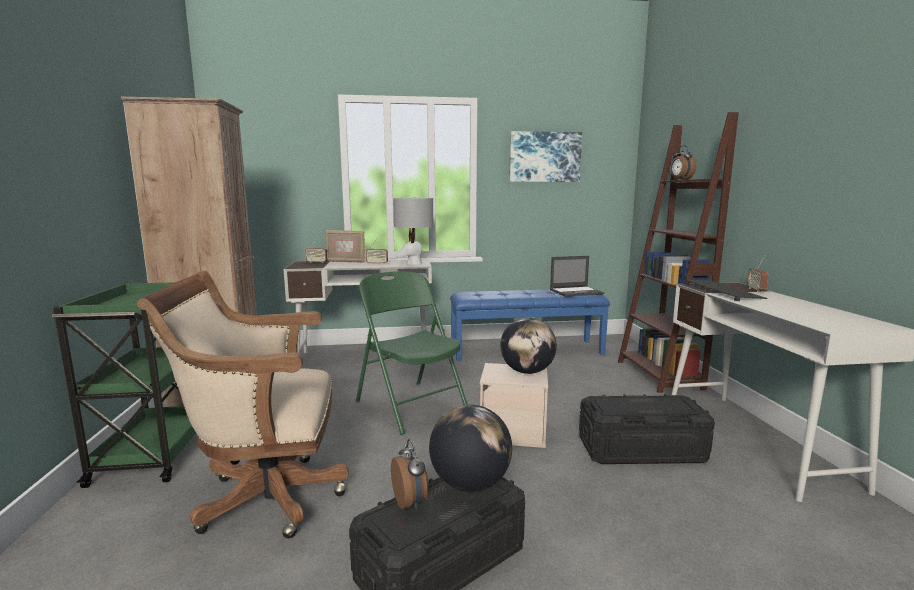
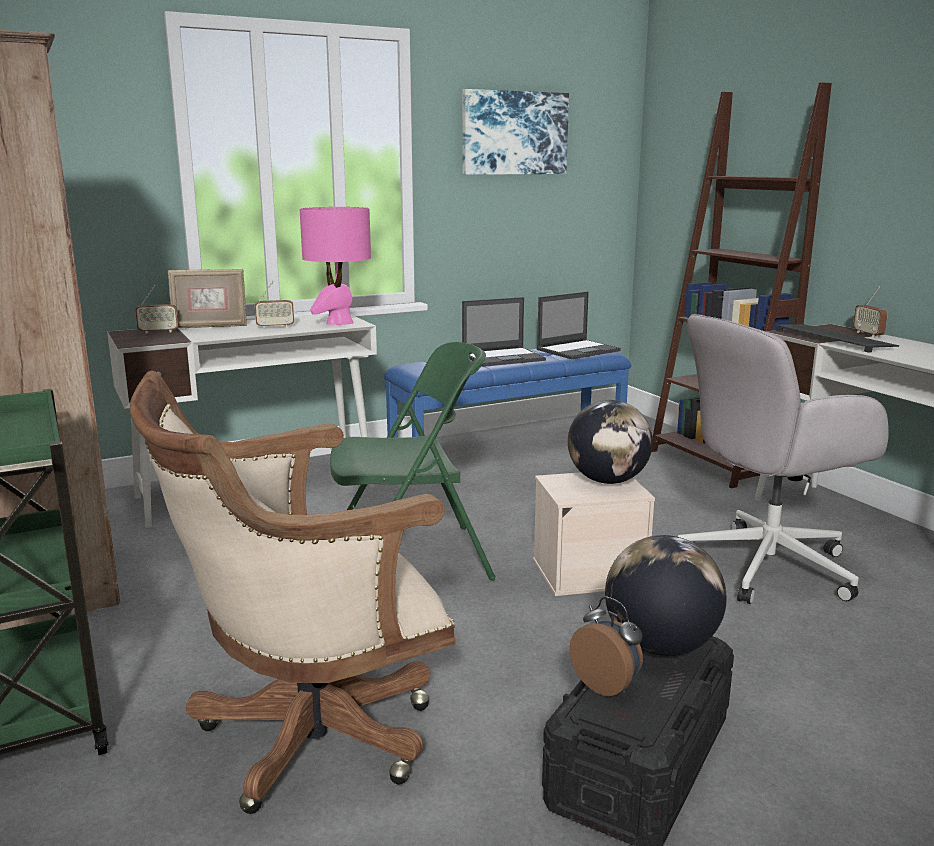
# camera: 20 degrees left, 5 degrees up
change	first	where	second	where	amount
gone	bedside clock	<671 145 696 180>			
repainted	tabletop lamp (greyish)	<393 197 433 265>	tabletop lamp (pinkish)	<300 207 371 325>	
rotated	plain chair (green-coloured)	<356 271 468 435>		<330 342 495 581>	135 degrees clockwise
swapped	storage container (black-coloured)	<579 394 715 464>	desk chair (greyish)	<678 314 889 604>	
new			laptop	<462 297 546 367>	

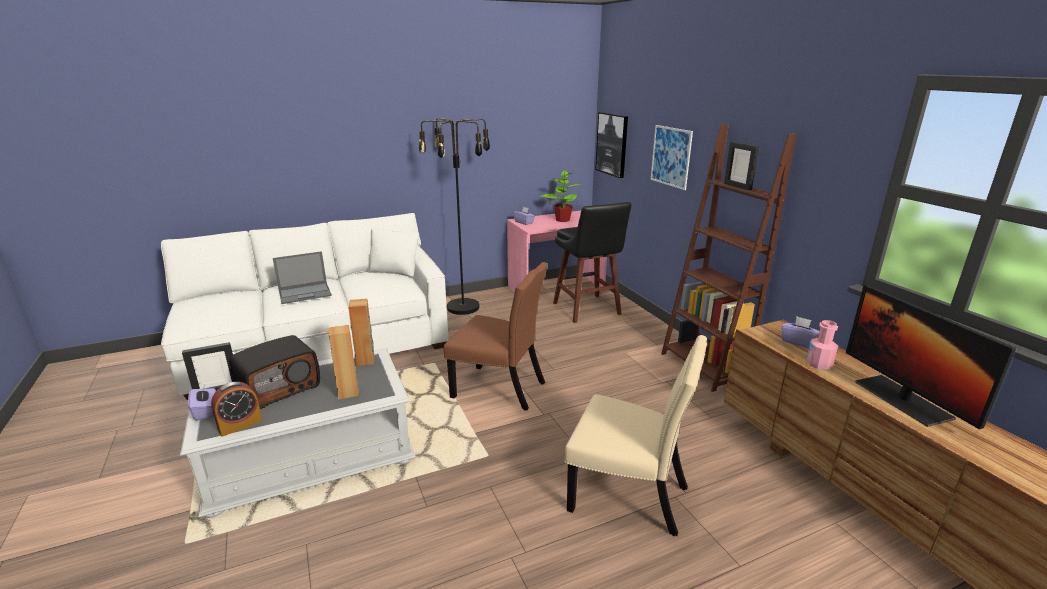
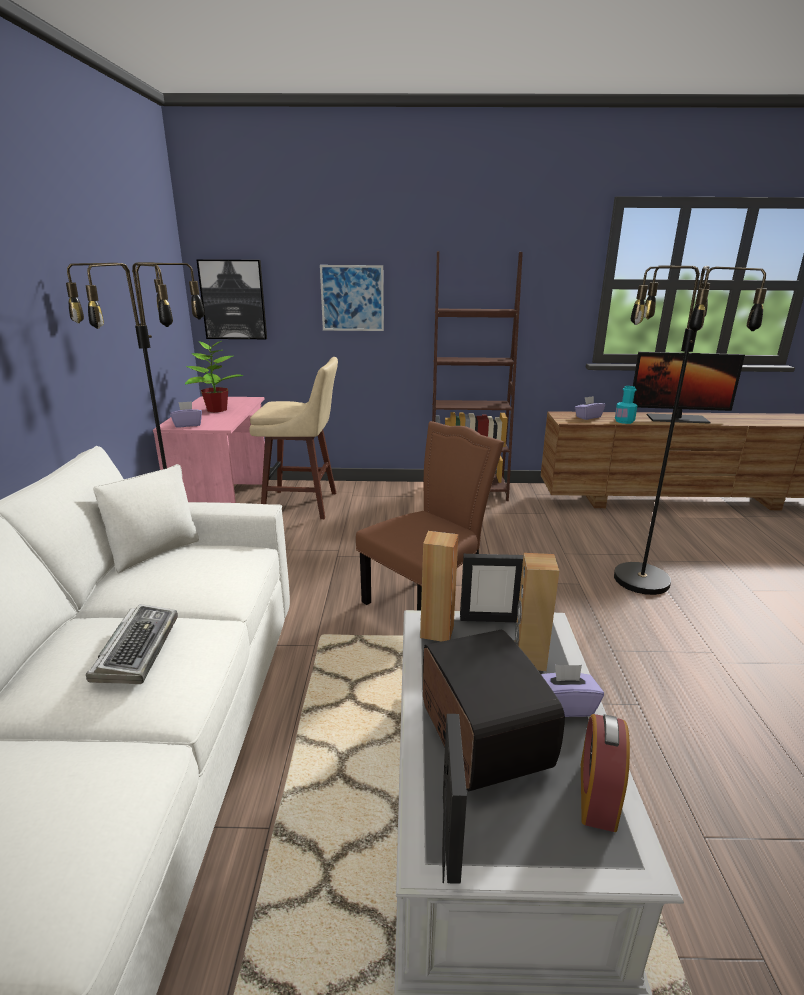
# camera: 65 degrees left, 0 degrees up
change	first	where	second	where	amount
shifted	photo frame	<724 142 759 191>		<460 554 523 622>	
repainted	stool (black-coloured)	<553 202 632 323>	stool (beige)	<249 357 338 519>	
swapped	laptop	<273 251 332 304>	PC keyboard	<86 604 178 684>	
repainted	bottle (pinkish)	<806 320 838 370>	bottle (blue-green)	<615 386 638 424>	
swapped	plain chair (beige)	<564 335 707 536>	standard lamp	<614 265 767 595>	
rotated	bedside clock	<211 382 263 437>		<581 714 630 832>	150 degrees counterclockwise
shifted	tissue holder (purple)	<188 385 216 421>		<541 664 604 717>	

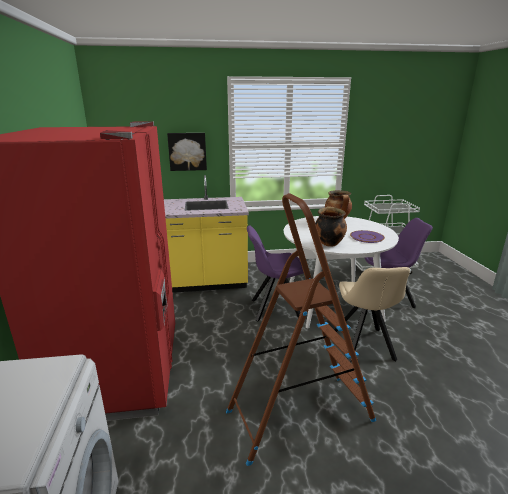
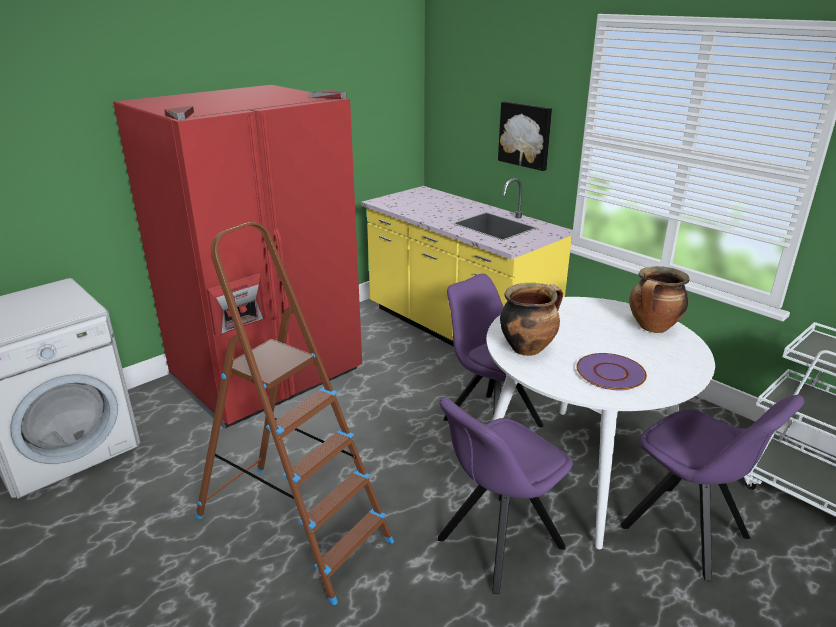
# camera: 55 degrees right, 5 degrees up
change	first	where	second	where	amount
repainted	plain chair (beige)	<334 267 410 363>	plain chair (purple)	<438 397 573 594>	

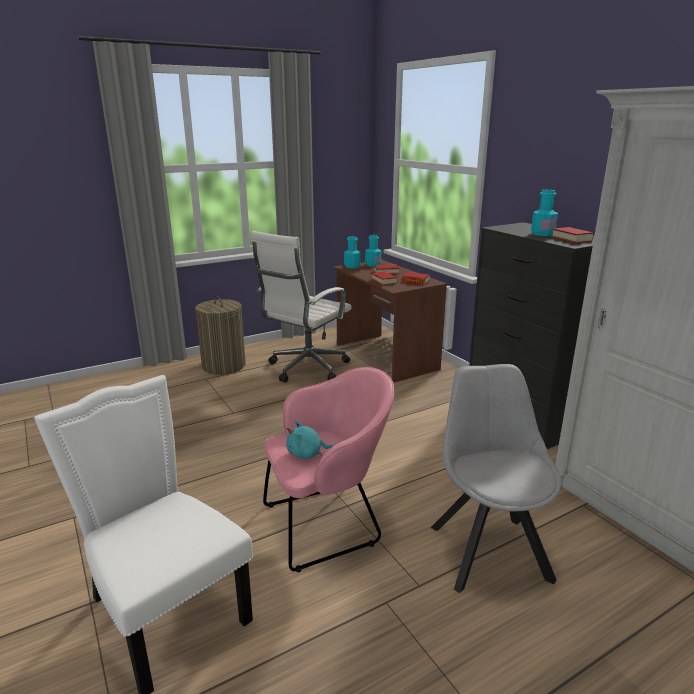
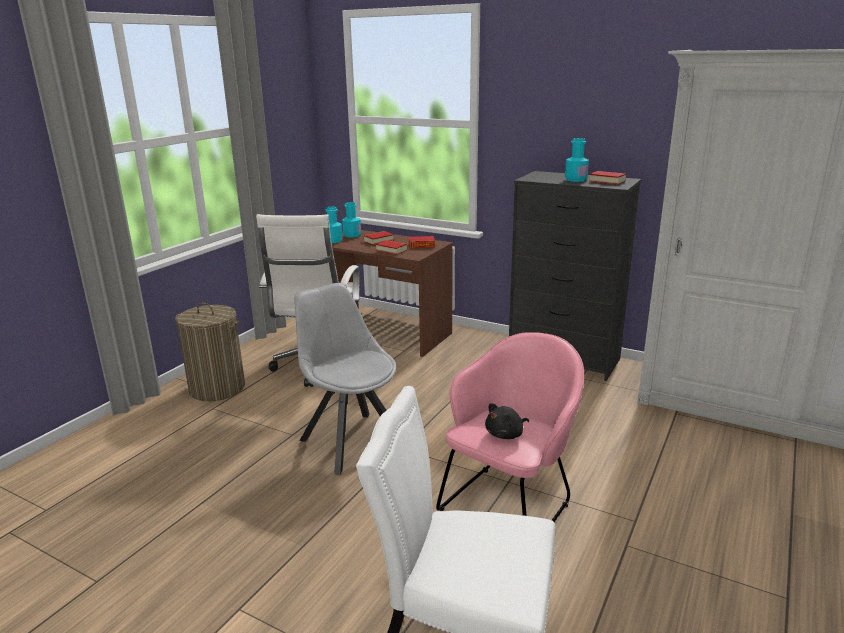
# camera: 30 degrees left, 0 degrees up
change	first	where	second	where	amount
shifted	plain chair (greyish)	<431 364 561 593>		<294 283 396 475>	
repainted	soft toy (blue-green)	<286 420 334 459>	soft toy (black-coloured)	<485 403 529 439>	

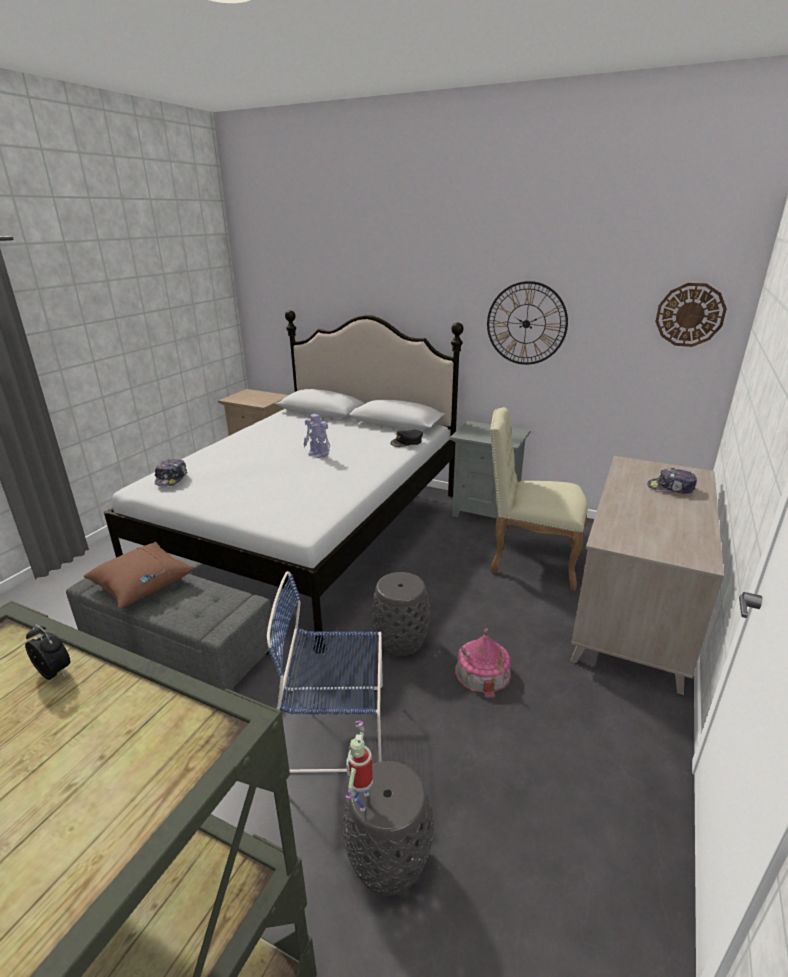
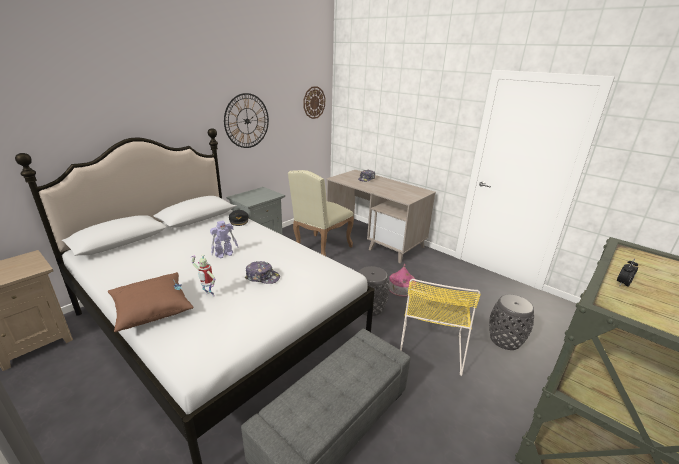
# camera: 75 degrees left, 0 degrees up
change	first	where	second	where	amount
shifted	baseball cap	<155 459 187 486>		<245 261 280 284>	
shifted	cushion (brown-coloured)	<84 542 195 609>		<108 272 194 332>	
repainted	plain chair (blue)	<267 571 383 773>	plain chair (yellow-coloured)	<400 279 481 376>	
shifted	toy robot	<346 721 373 812>		<191 254 216 297>	

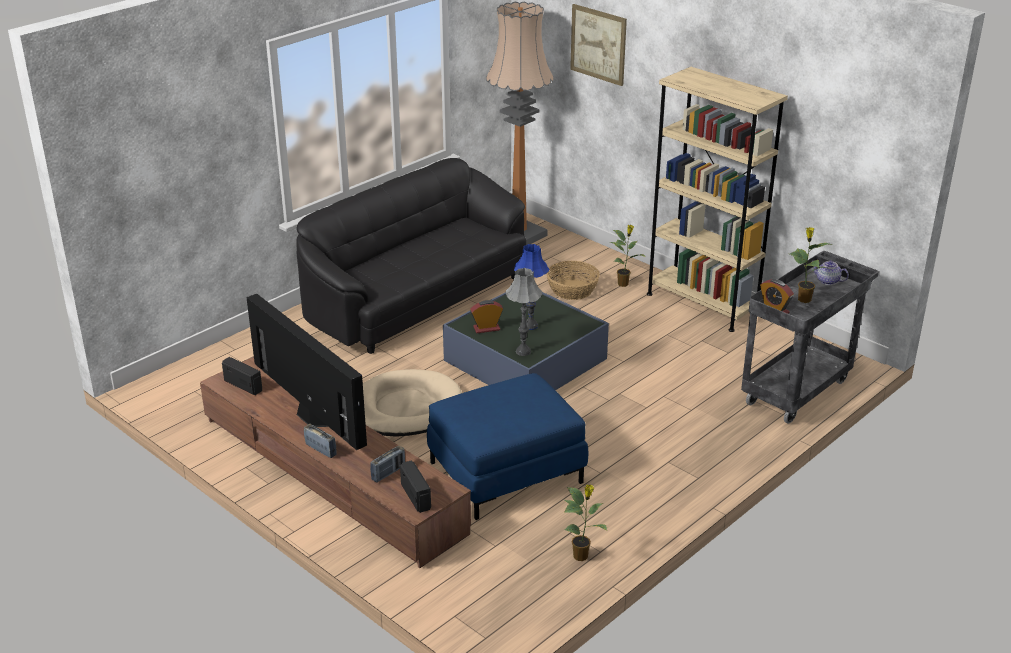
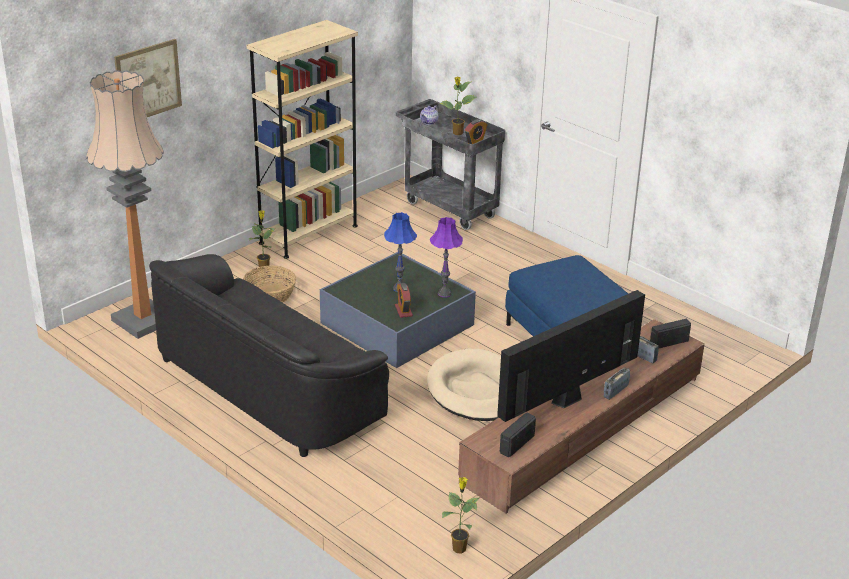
# camera: 90 degrees left, 0 degrees up
change	first	where	second	where	amount
repainted	tabletop lamp (greyish)	<506 268 542 356>	tabletop lamp (purple)	<430 217 463 298>	
shifted	houseplant	<564 484 607 561>		<442 477 480 554>	

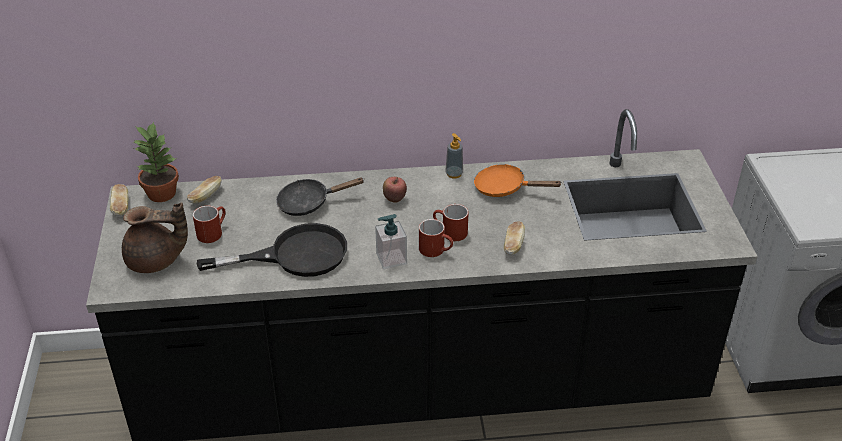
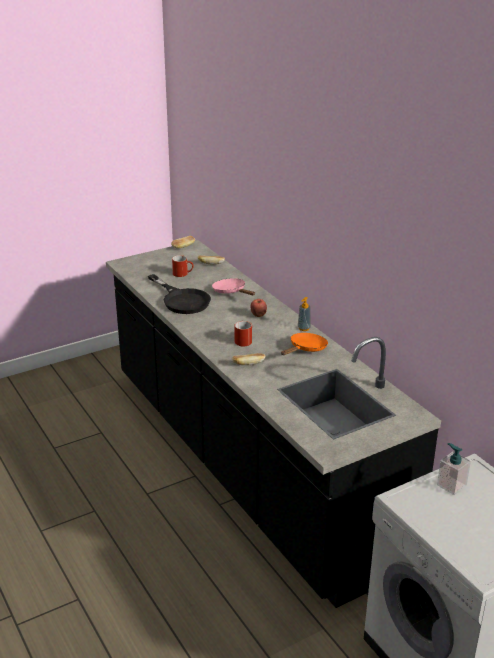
# camera: 65 degrees right, 10 degrees down
change	first	where	second	where	amount
gone	houseplant	<134 121 179 202>			
rotated	skillet (orangey)	<474 164 561 197>		<281 333 328 355>	45 degrees clockwise
repainted	skillet (black-coloured)	<276 177 365 216>	skillet (pinkish)	<212 278 255 295>	
gone	pot for tea (brown-coloured)	<122 202 188 273>			
shifted	soap bottle	<375 214 407 269>		<437 443 471 495>	
gone	coffee mug (reddish)	<419 219 453 257>			

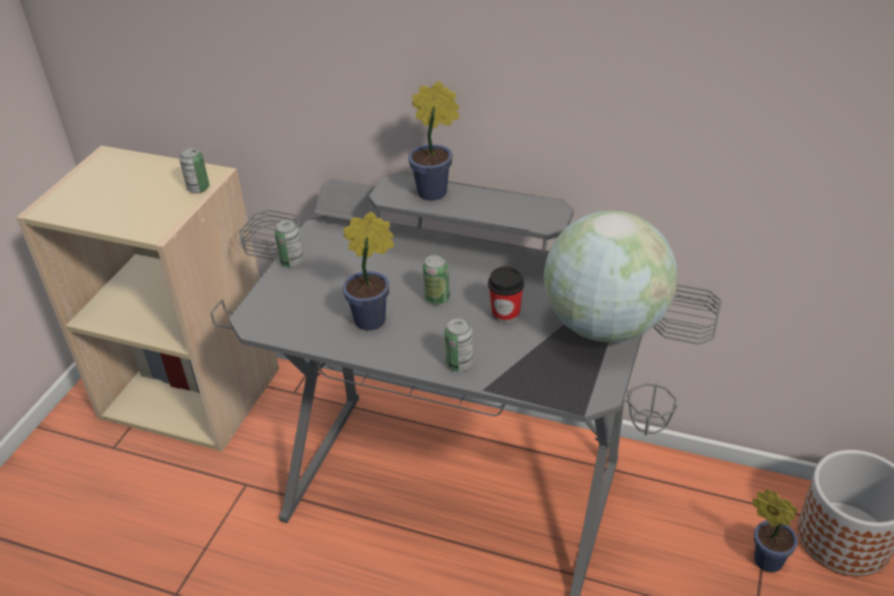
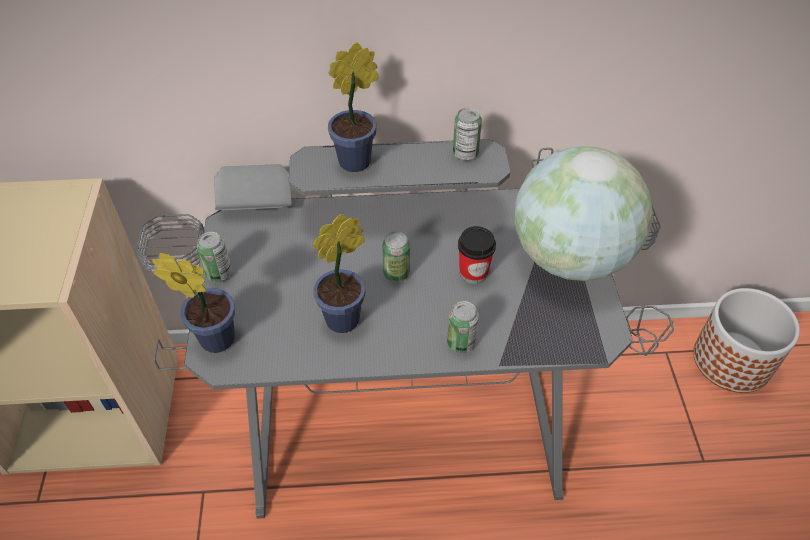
# camera: 25 degrees left, 10 degrees up
change	first	where	second	where	amount
shifted	sealed can	<179 147 209 193>		<453 107 482 160>	
shifted	houseplant	<752 489 798 573>		<152 253 235 353>	

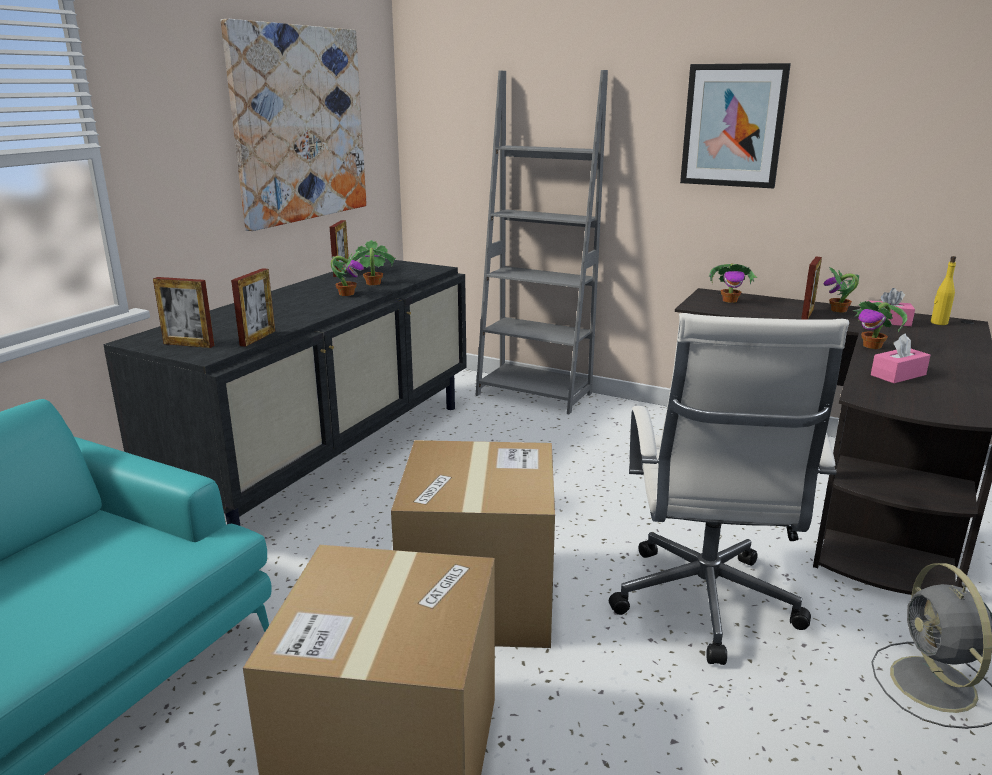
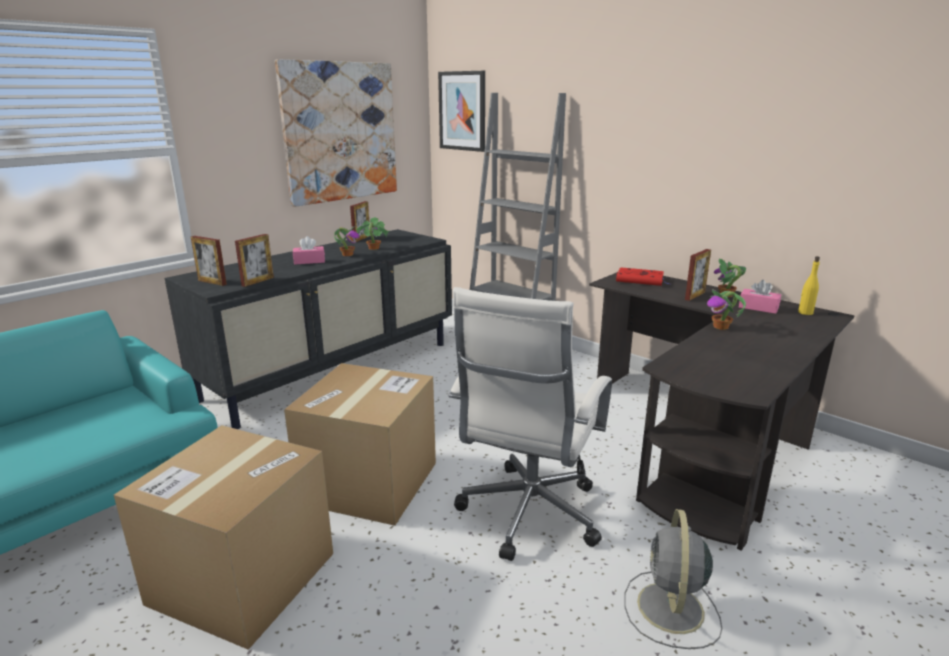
# camera: 15 degrees right, 0 degrees up
change	first	where	second	where	amount
shifted	wall art	<680 63 791 189>		<438 71 485 152>	
swapped	houseplant	<709 263 758 303>	book (reddish)	<616 267 671 286>	
shifted	tissue holder (pinkish)	<871 334 931 383>		<293 236 325 265>	

